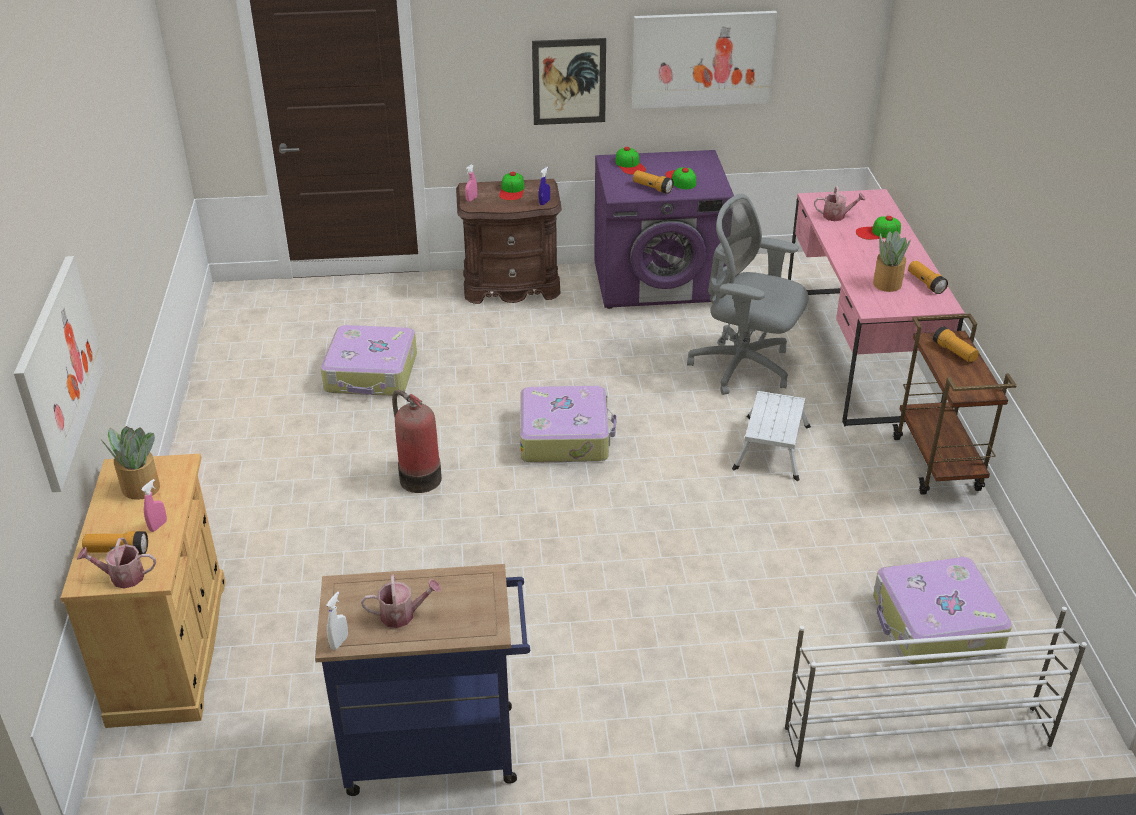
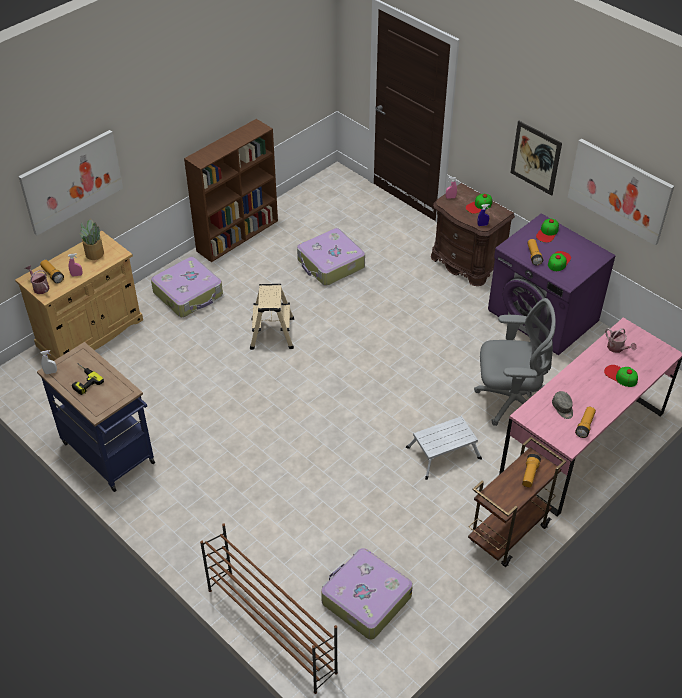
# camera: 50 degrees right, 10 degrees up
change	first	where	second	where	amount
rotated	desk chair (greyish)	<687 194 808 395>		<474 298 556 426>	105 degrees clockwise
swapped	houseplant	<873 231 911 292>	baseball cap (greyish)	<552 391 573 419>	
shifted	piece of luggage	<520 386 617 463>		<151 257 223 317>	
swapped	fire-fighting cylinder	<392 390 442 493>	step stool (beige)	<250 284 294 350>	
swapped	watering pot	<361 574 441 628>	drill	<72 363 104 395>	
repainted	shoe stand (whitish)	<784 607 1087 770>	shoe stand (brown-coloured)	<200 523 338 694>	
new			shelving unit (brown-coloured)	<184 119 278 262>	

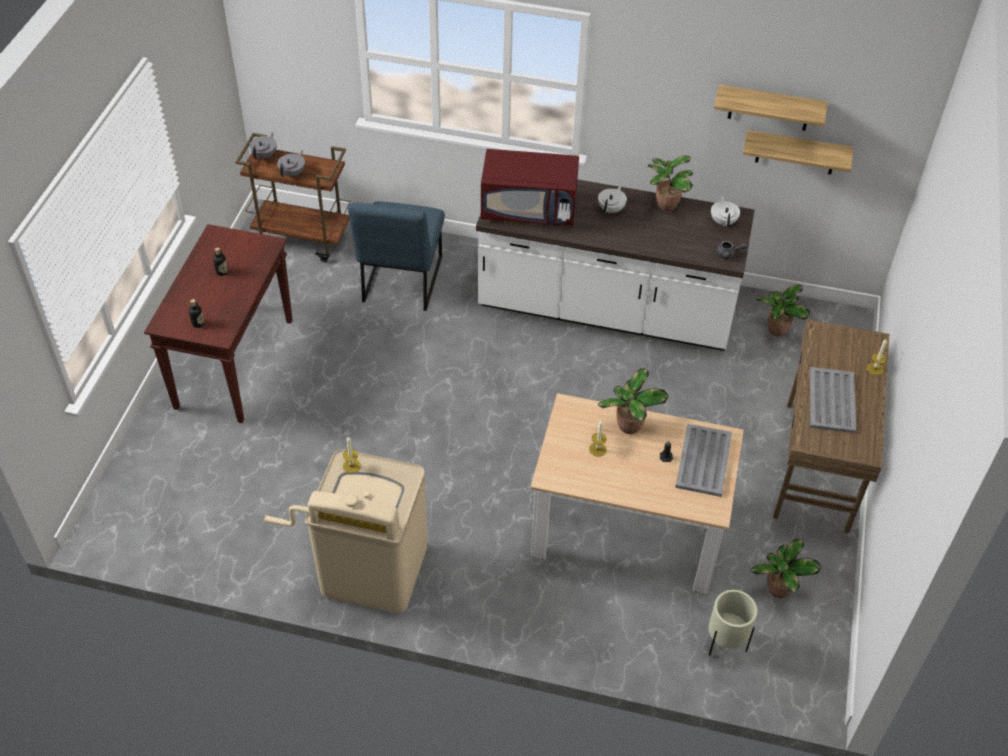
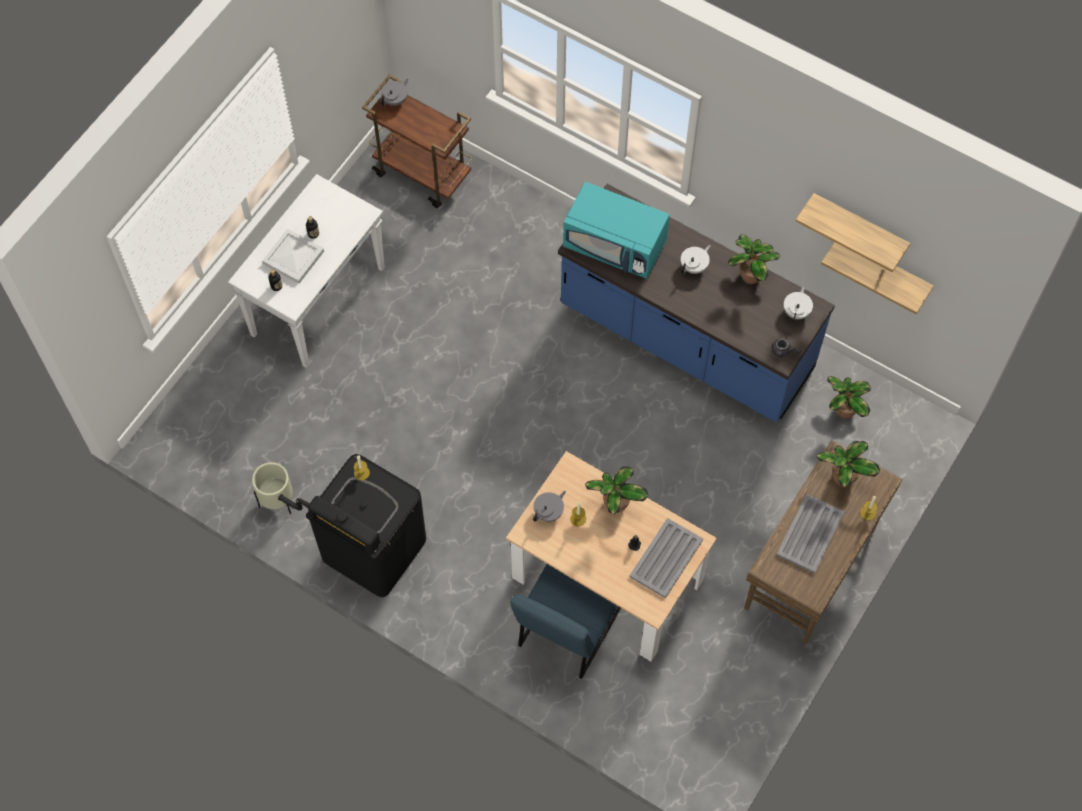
# camera: 20 degrees right, 15 degrees up
change	first	where	second	where	amount
repainted	microwave oven (reddish)	<481 149 579 226>	microwave oven (blue-green)	<563 182 669 279>	
shifted	pot for tea (greyish)	<277 150 305 178>		<533 491 566 522>	
repainted	kitchen base unit (whitish)	<476 179 755 351>	kitchen base unit (blue)	<558 184 835 422>	
shifted	plain chair (blue)	<348 202 445 311>		<510 564 621 679>	
repainted	narrow table (brown-coloured)	<144 224 293 423>	narrow table (whitish)	<228 174 385 368>	
repainted	washing machine (beige)	<264 450 427 613>	washing machine (black-coloured)	<278 454 426 597>	
shifted	houseplant	<751 539 821 598>		<816 441 880 487>	
shifted	flower pot (beige)	<709 590 757 656>		<252 462 293 514>	
new			tray (whitish)	<262 229 324 284>	

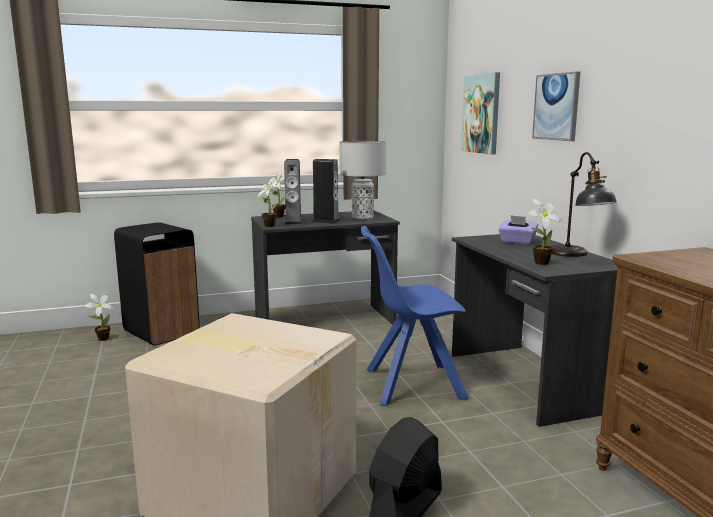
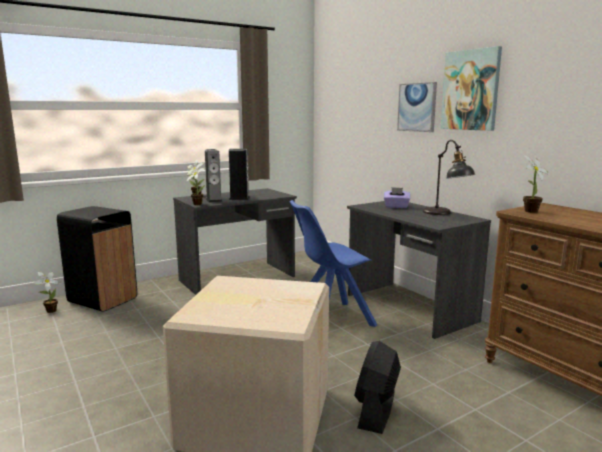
# camera: 15 degrees left, 0 degrees up
change	first	where	second	where	amount
shifted	wall art	<461 72 500 155>		<441 46 502 131>	
gone	tabletop lamp (whitish)	<339 141 386 219>			
shifted	houseplant	<528 199 563 265>		<523 155 549 213>	

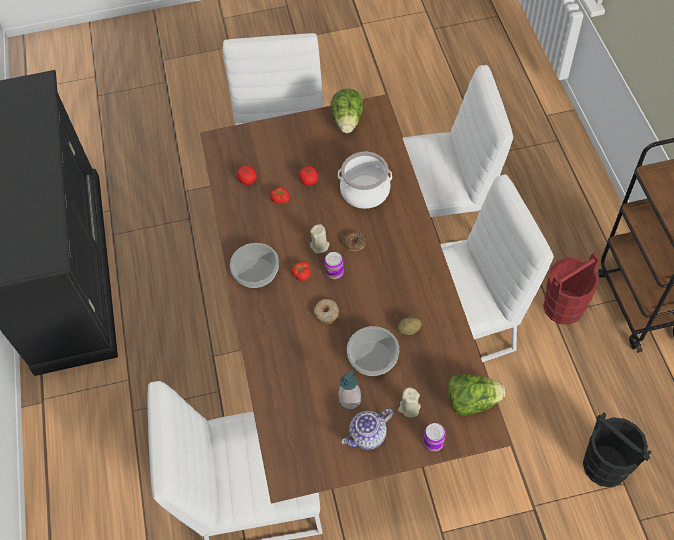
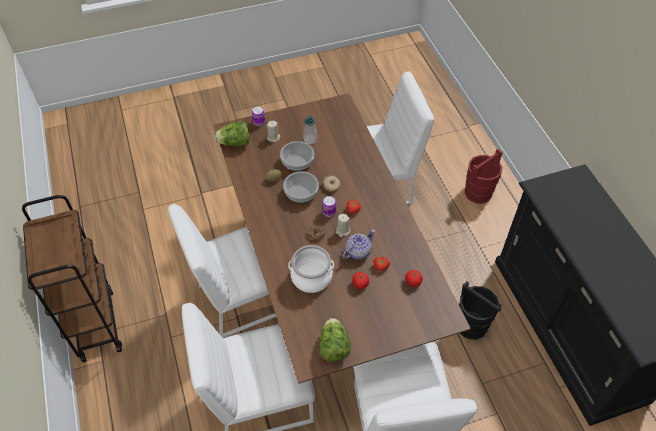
# camera: 170 degrees right, 5 degrees down
change	first	where	second	where	amount
shifted	bowl	<230 243 279 288>		<283 171 319 204>	
shifted	pail (reddish)	<543 252 600 325>		<465 148 503 203>	
shifted	pot for tea	<341 408 393 450>		<342 230 375 260>	
shifted	pail (black-coloured)	<583 412 652 487>		<459 281 502 340>	

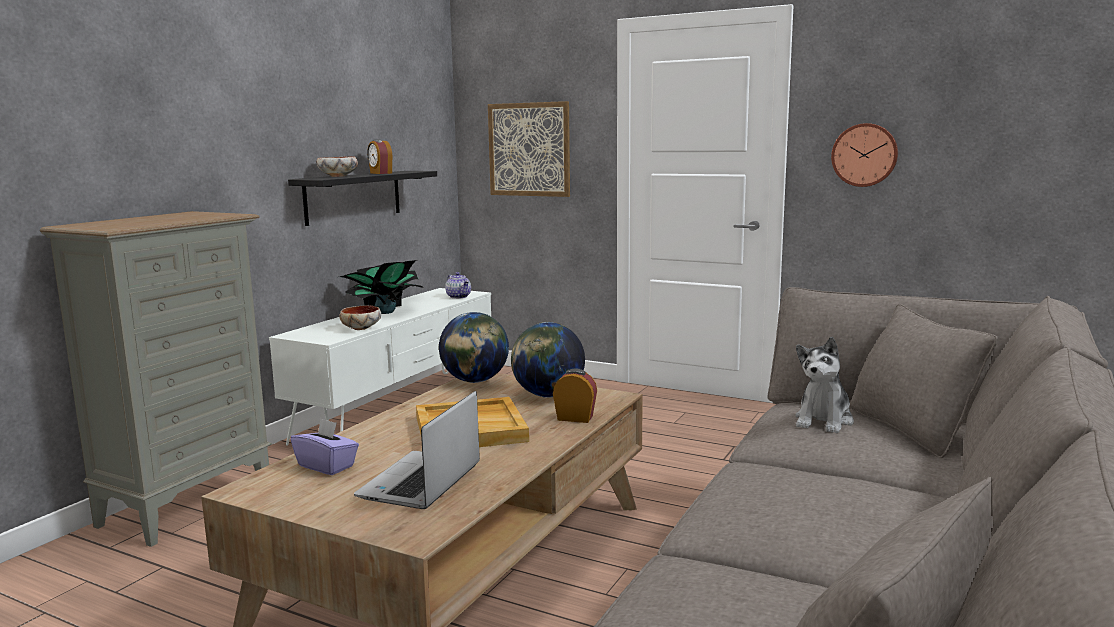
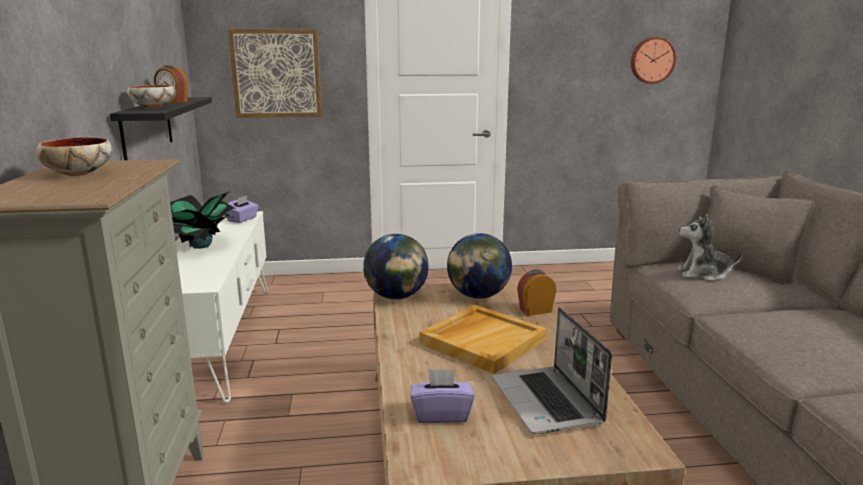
# camera: 35 degrees left, 5 degrees up
change	first	where	second	where	amount
shifted	clock on the wall	<831 123 898 187>		<631 37 676 84>	
swapped	pot for tea	<445 272 471 299>	tissue holder (purple)	<226 195 259 223>	
shifted	bowl	<339 305 381 330>		<36 137 113 176>	
rotated	soft toy	<795 337 854 433>		<678 214 742 281>	105 degrees clockwise

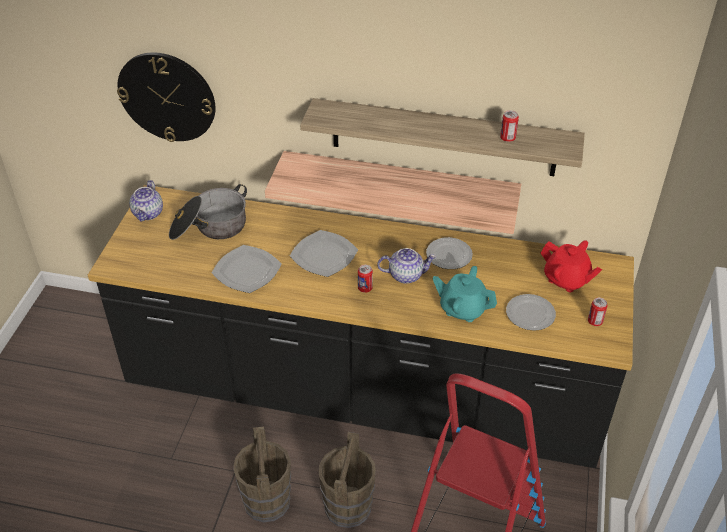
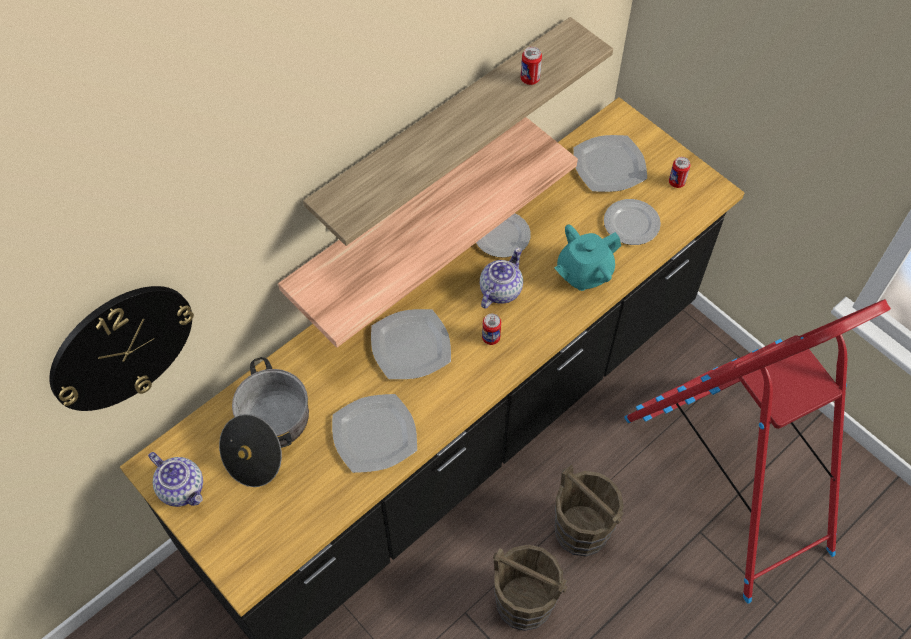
# camera: 55 degrees left, 15 degrees up
change	first	where	second	where	amount
swapped	pot for tea (reddish)	<541 240 602 292>	dinner plate	<573 135 647 192>	

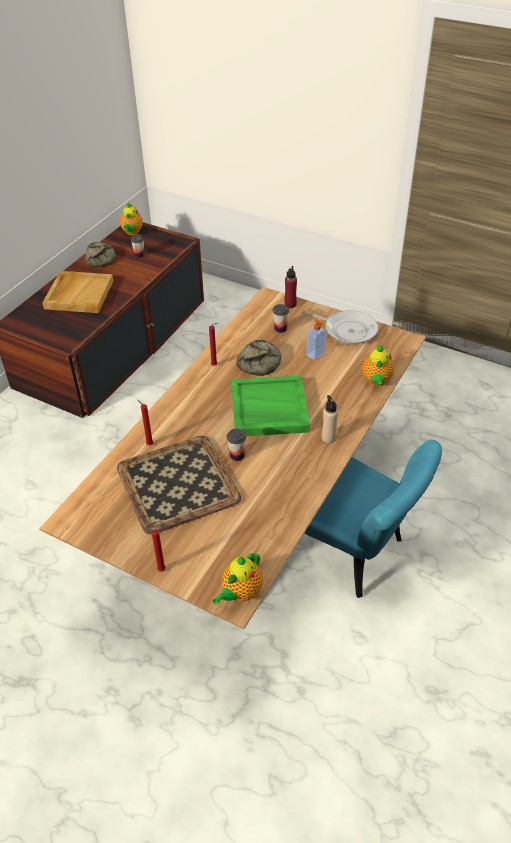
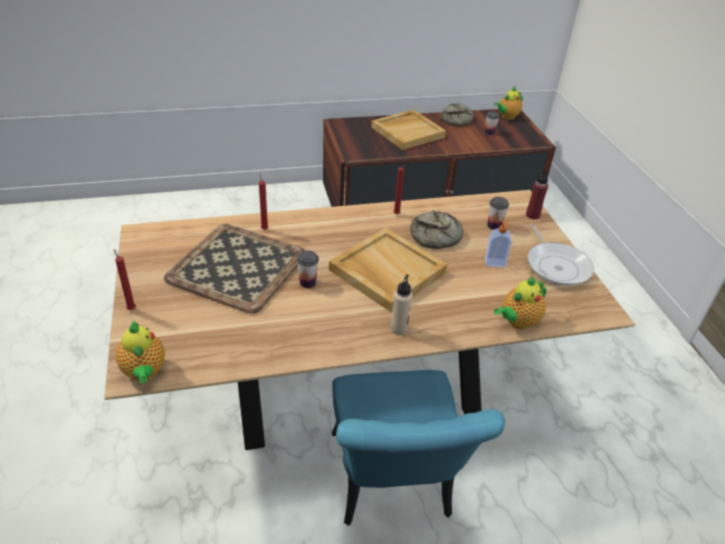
# camera: 45 degrees right, 5 degrees down
change	first	where	second	where	amount
repainted	tray (green-coloured)	<231 376 310 436>	tray (beige)	<329 228 447 312>	
rotated	pot for tea	<213 552 263 605>		<116 320 165 383>	105 degrees counterclockwise

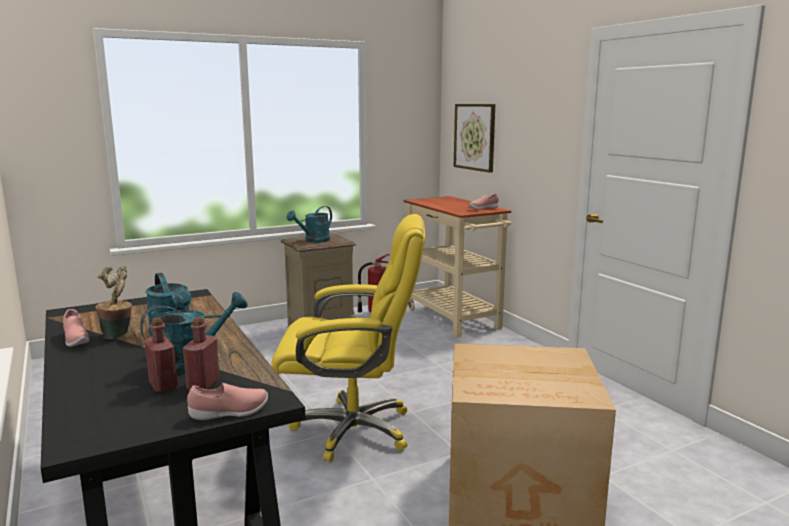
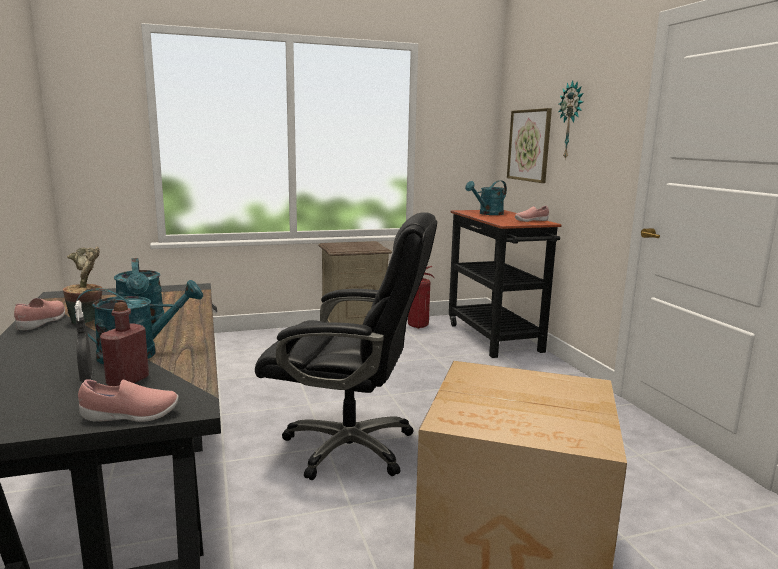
# camera: 10 degrees right, 0 degrees up
change	first	where	second	where	amount
repainted	trolley (beige)	<404 196 511 338>	trolley (black-coloured)	<449 210 562 358>	
shifted	watering pot (blue-green)	<287 206 332 243>		<465 180 507 215>	
repainted	desk chair (yellow-coloured)	<271 214 425 462>	desk chair (black-coloured)	<255 212 437 480>	
rotated	item of footwear (pinkish)	<63 309 89 347>		<14 298 65 330>	150 degrees counterclockwise
swapped	bottle (reddish)	<145 317 178 393>	spray bottle (greyish)	<74 300 93 382>	
new			clock on the wall	<559 80 583 159>	

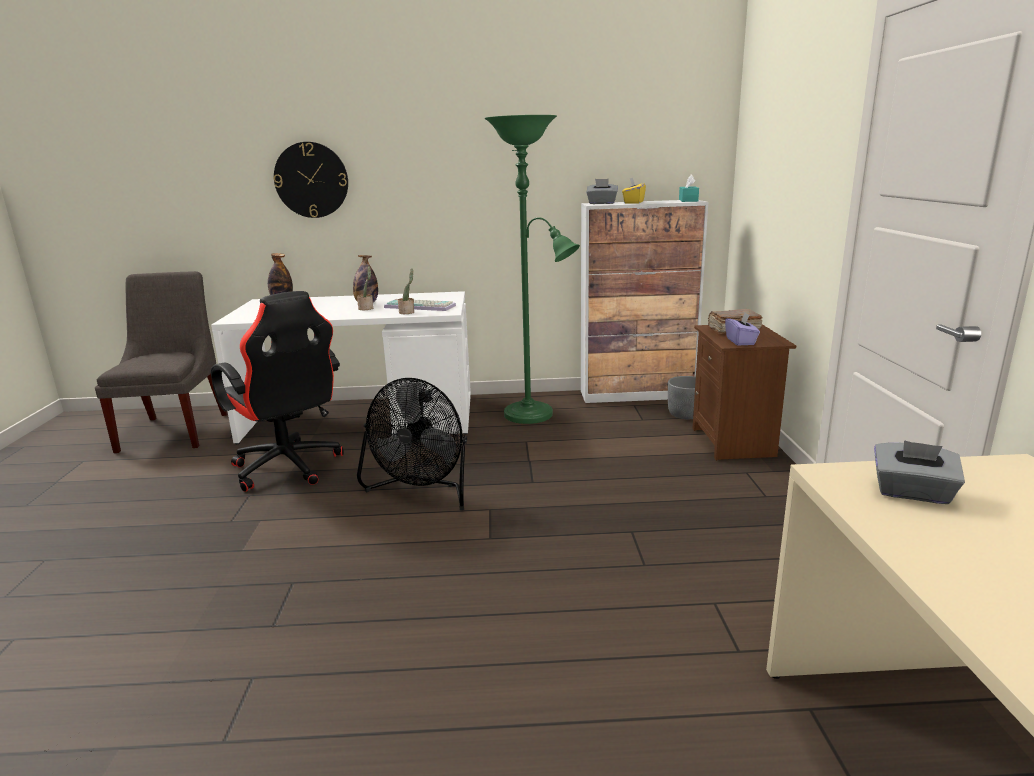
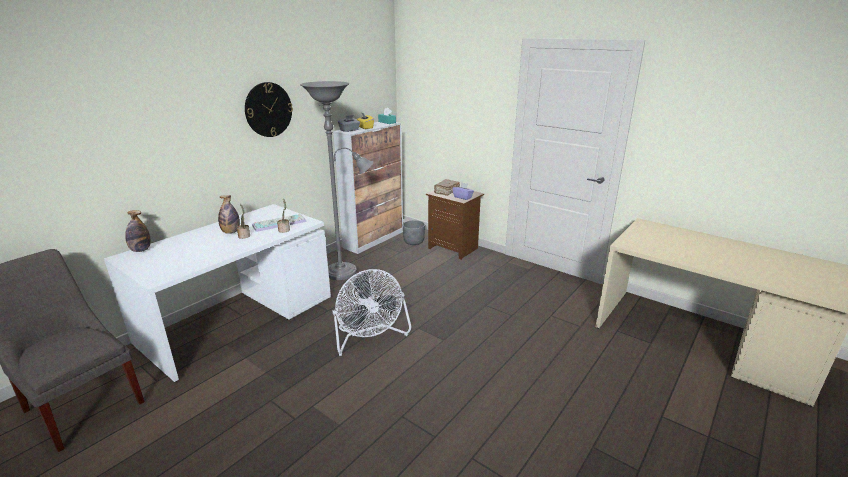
# camera: 50 degrees left, 5 degrees up
change	first	where	second	where	amount
repainted	standard lamp (green-coloured)	<484 115 580 424>	standard lamp (greyish)	<300 81 373 280>	
shifted	clock on the wall	<274 142 348 218>		<245 82 293 137>	
gone	desk chair (black-coloured)	<211 291 344 492>			
repainted	fan (black-coloured)	<357 378 467 510>	fan (whitish)	<333 269 411 356>	
gone	tissue holder (greyish)	<874 440 965 504>			

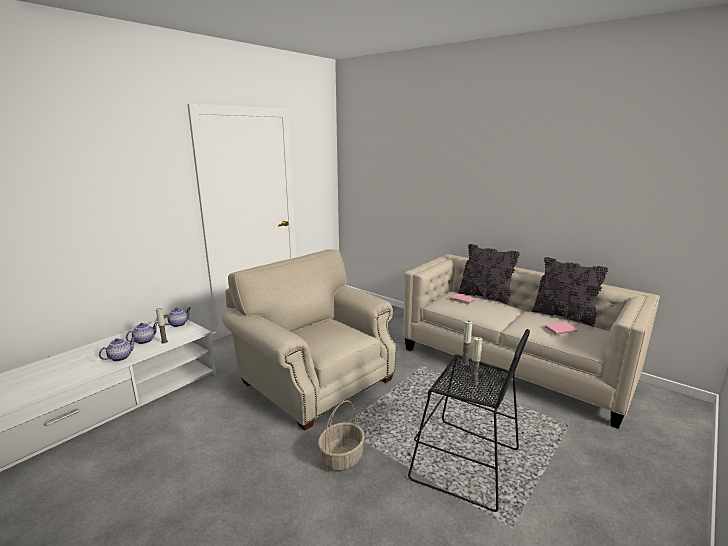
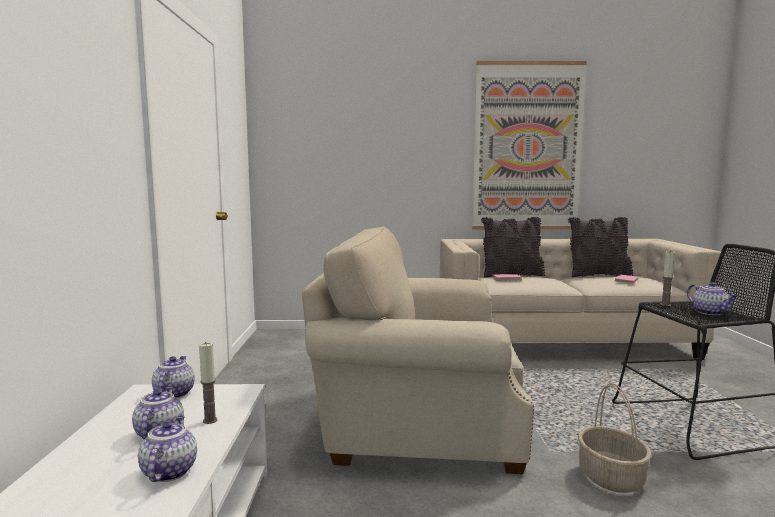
# camera: 40 degrees left, 10 degrees down
change	first	where	second	where	amount
swapped	wax candle	<470 337 482 385>	pot for tea	<687 282 738 315>	
new			wall art	<472 61 587 229>	

